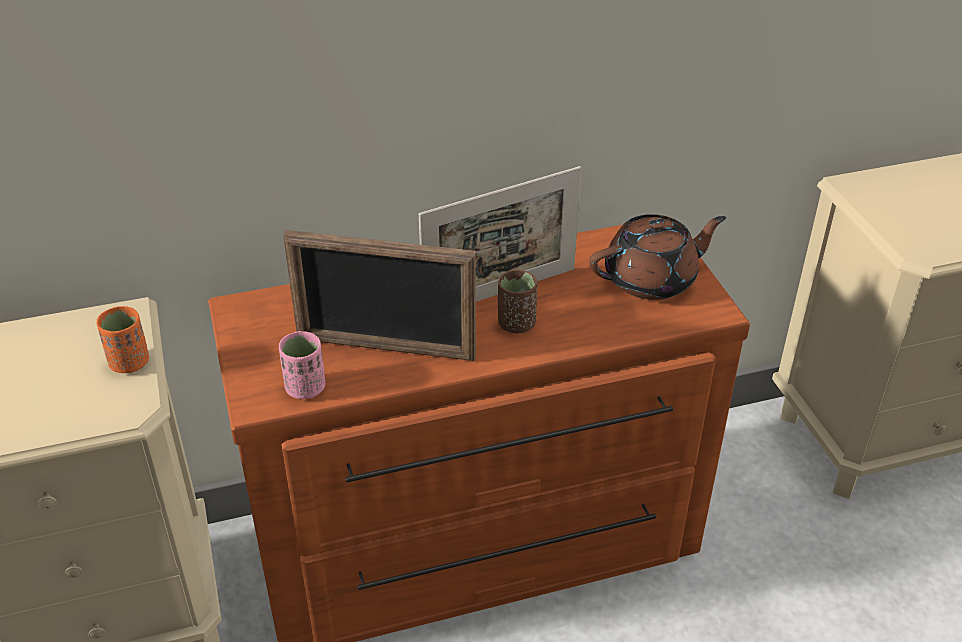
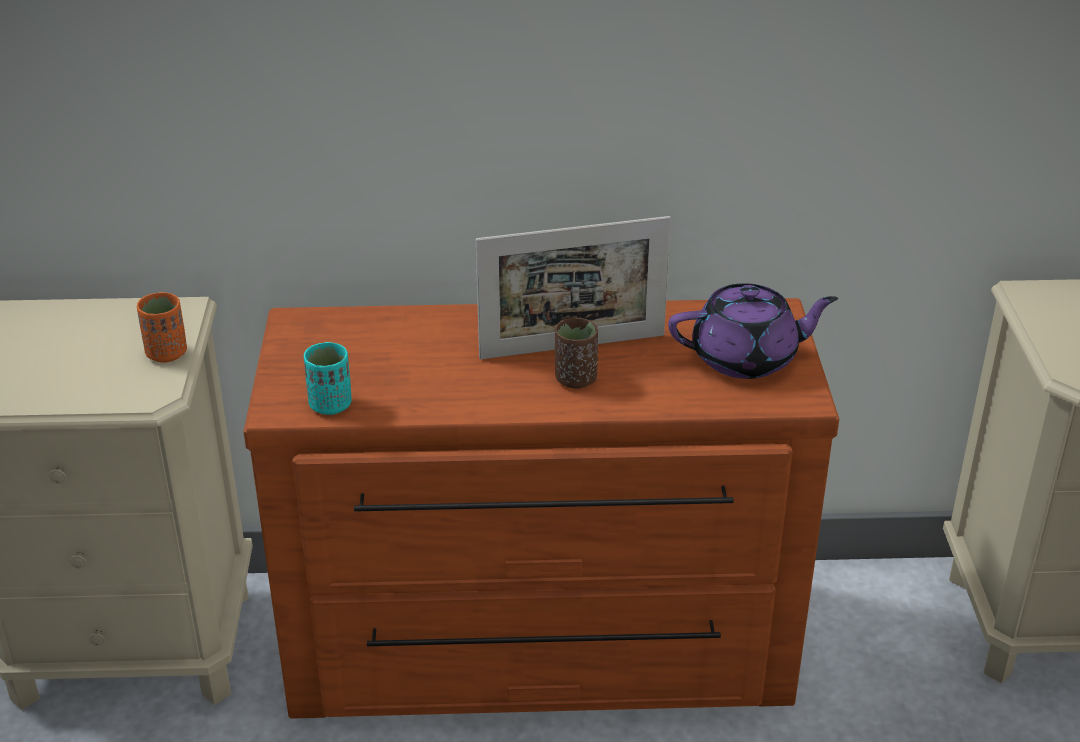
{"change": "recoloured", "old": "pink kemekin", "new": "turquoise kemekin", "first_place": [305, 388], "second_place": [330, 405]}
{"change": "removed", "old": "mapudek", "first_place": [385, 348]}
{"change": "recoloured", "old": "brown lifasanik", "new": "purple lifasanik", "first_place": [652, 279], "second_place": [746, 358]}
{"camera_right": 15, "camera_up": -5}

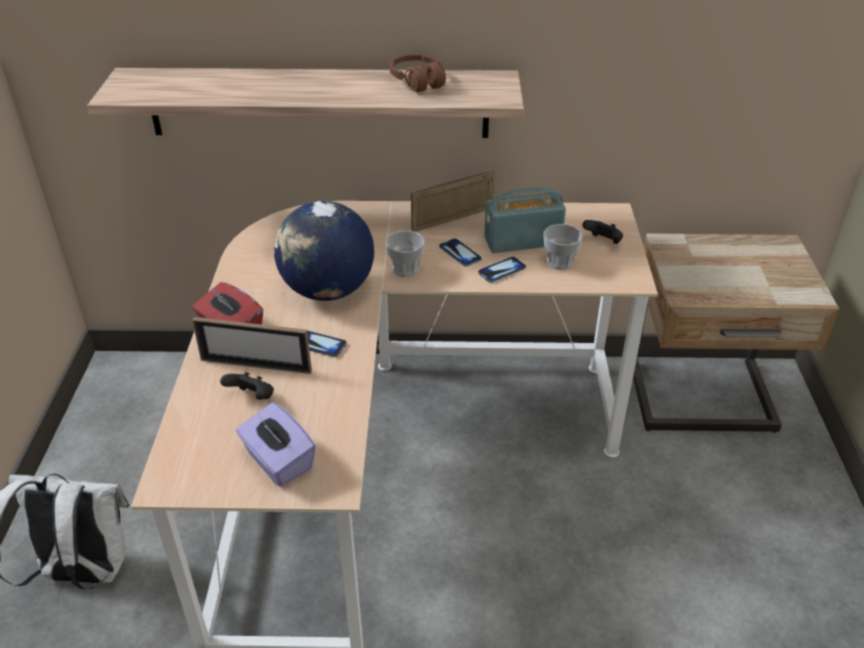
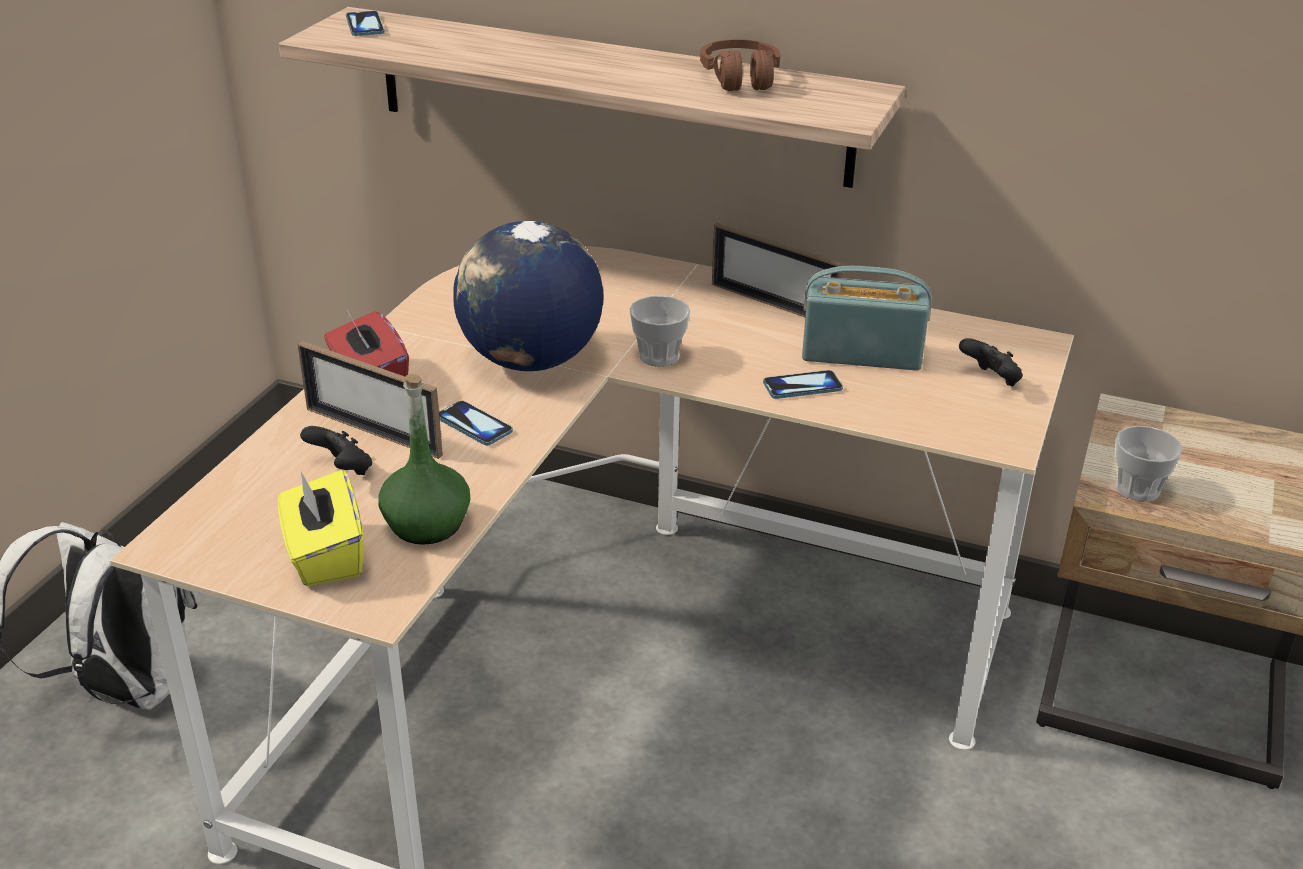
{"change": "recoloured", "old": "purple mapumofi", "new": "yellow mapumofi", "first_place": [278, 461], "second_place": [325, 555]}
{"change": "turned", "old": "mapudek", "first_place": [452, 219], "second_place": [773, 304], "degrees": -135}
{"change": "moved", "old": "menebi", "first_place": [460, 253], "second_place": [365, 25]}
{"change": "moved", "old": "kemekin", "first_place": [559, 262], "second_place": [1137, 489]}
{"change": "added", "new": "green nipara", "second_place": [427, 524]}
{"camera_right": 20, "camera_up": -5}

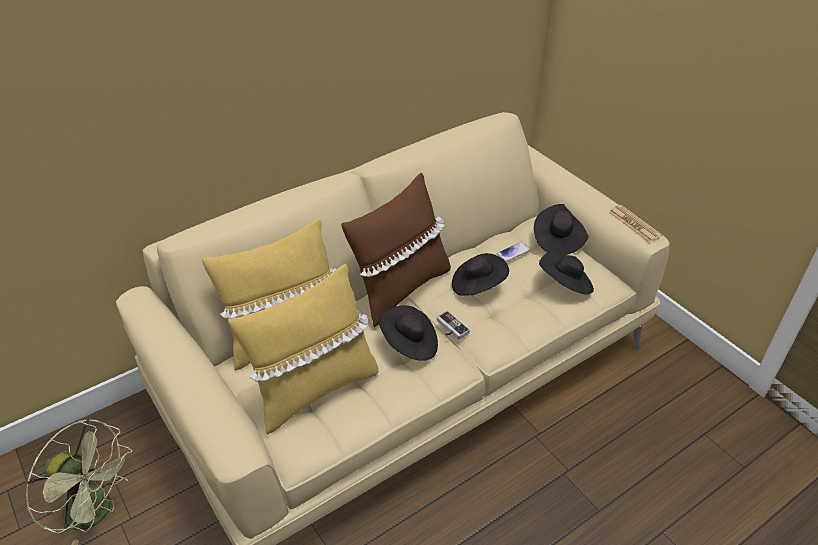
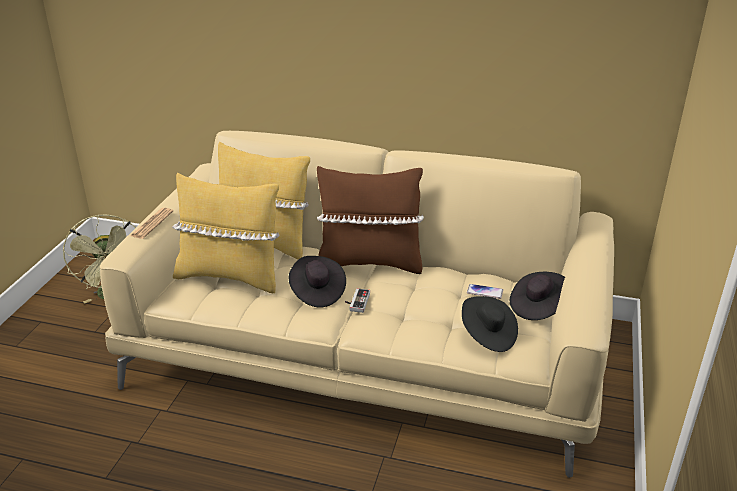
{"change": "removed", "old": "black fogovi", "first_place": [477, 285]}
{"change": "moved", "old": "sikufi", "first_place": [634, 224], "second_place": [152, 224]}
{"camera_right": 50, "camera_up": -10}

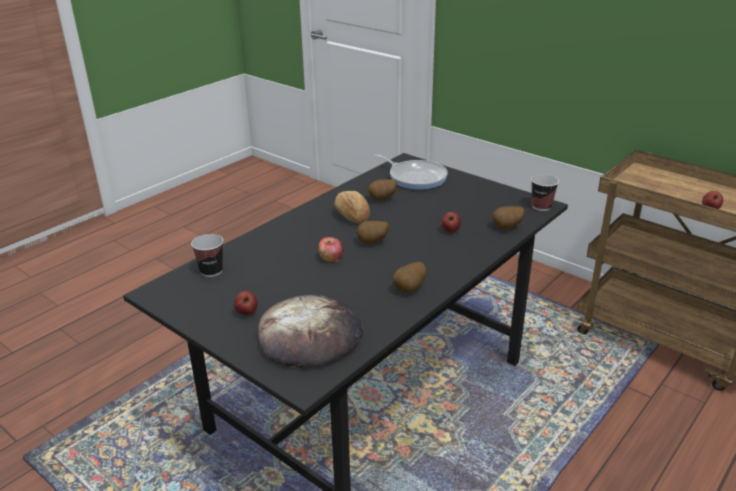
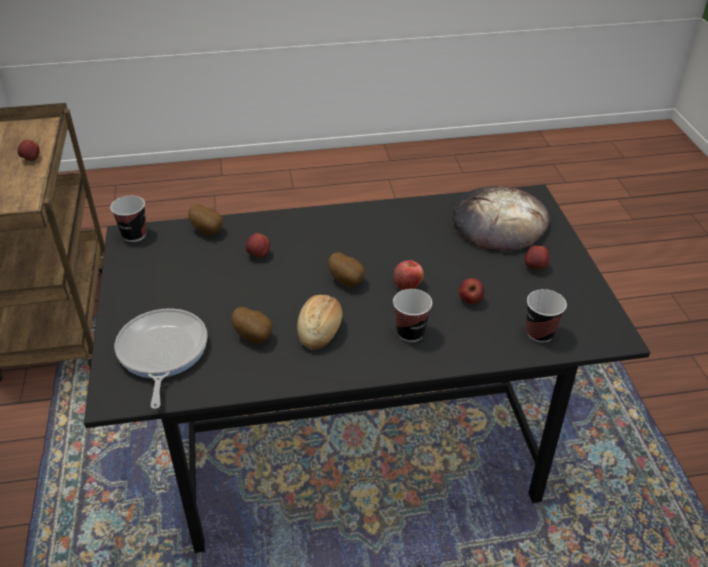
{"change": "removed", "old": "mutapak", "first_place": [410, 289]}
{"change": "added", "new": "kemekin", "second_place": [410, 333]}
{"change": "added", "new": "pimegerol", "second_place": [470, 300]}
{"camera_right": -140, "camera_up": 10}

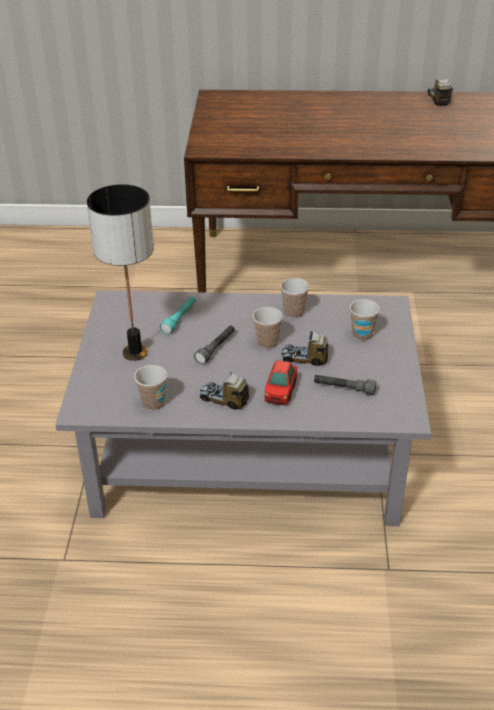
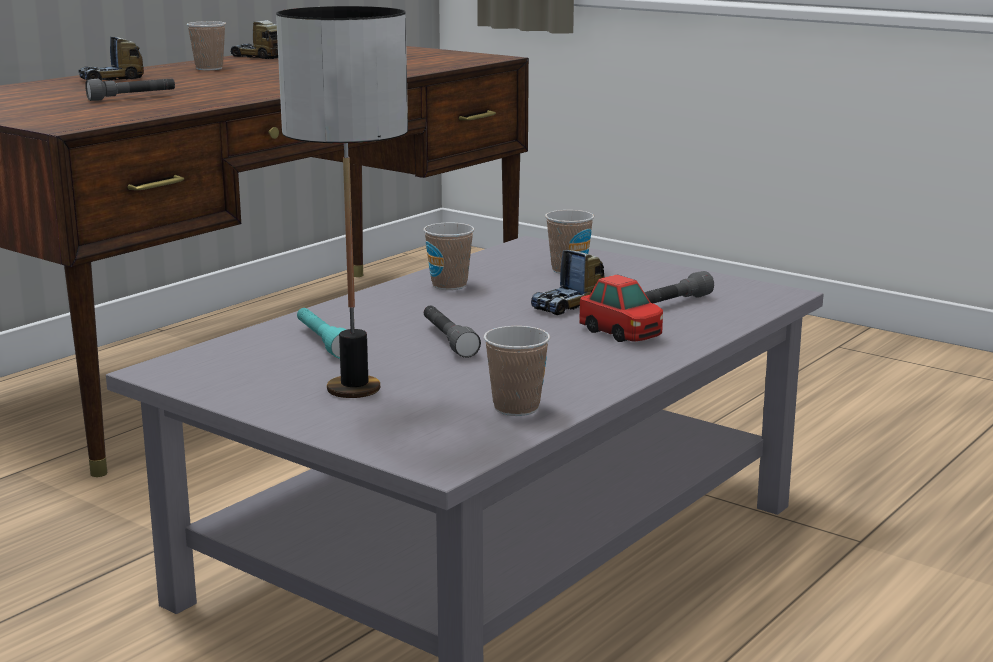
{"change": "moved", "old": "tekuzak", "first_place": [224, 400], "second_place": [112, 79]}
{"change": "moved", "old": "kemekin", "first_place": [267, 343], "second_place": [209, 68]}
{"change": "added", "new": "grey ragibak", "second_place": [132, 97]}
{"camera_right": -55, "camera_up": -20}

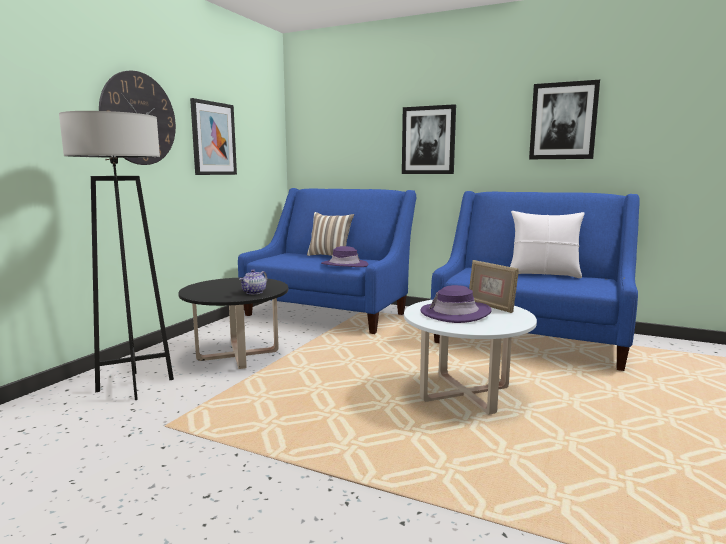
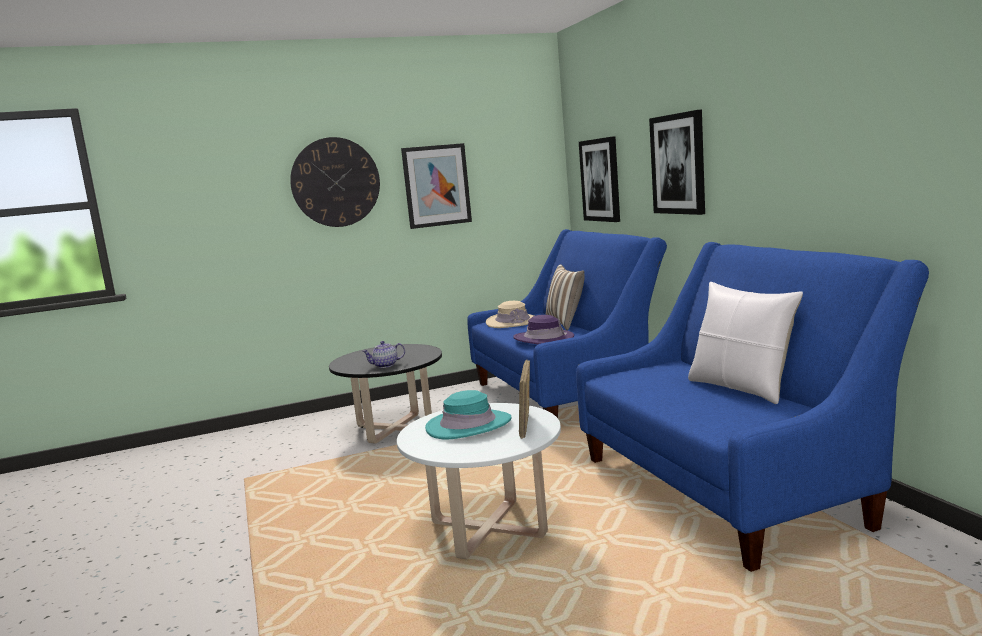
{"change": "removed", "old": "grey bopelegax", "first_place": [135, 385]}
{"change": "recoloured", "old": "purple fogovi", "new": "turquoise fogovi", "first_place": [455, 313], "second_place": [468, 425]}
{"change": "moved", "old": "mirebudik", "first_place": [563, 121], "second_place": [600, 180]}
{"change": "added", "new": "beige fogovi", "second_place": [512, 322]}
{"camera_right": 45, "camera_up": 0}

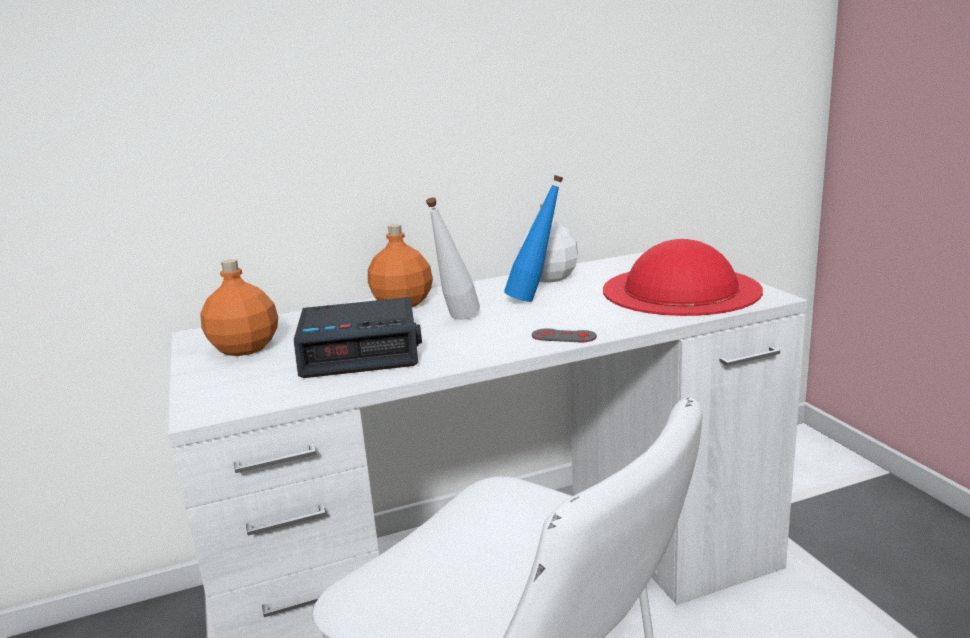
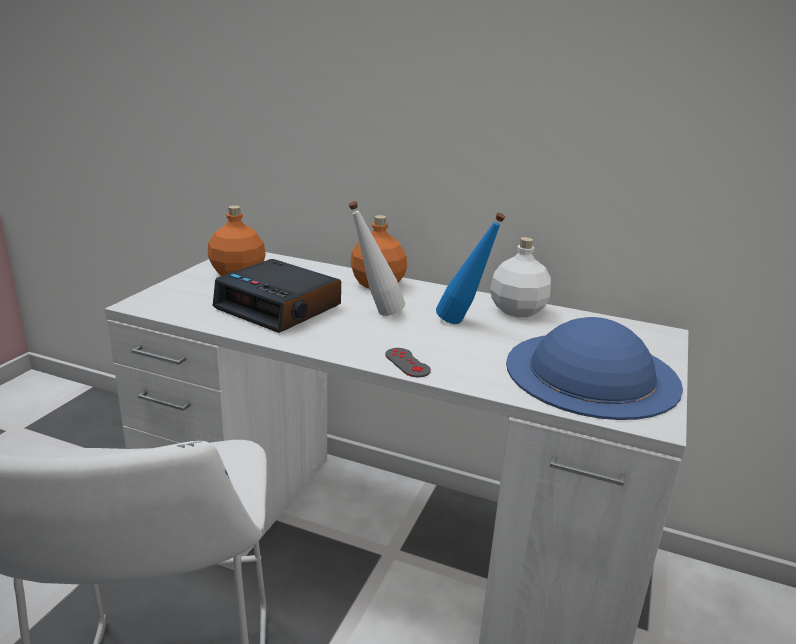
{"change": "recoloured", "old": "red fogovi", "new": "blue fogovi", "first_place": [680, 290], "second_place": [591, 373]}
{"camera_right": 40, "camera_up": 5}

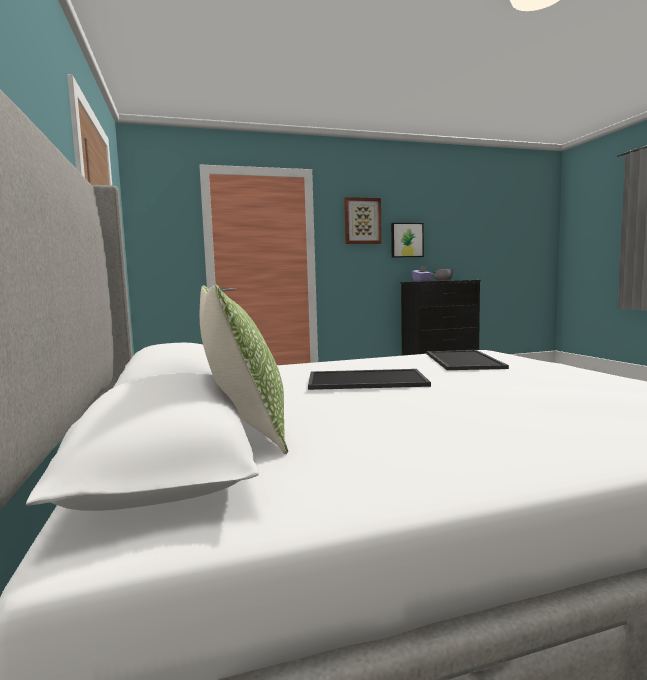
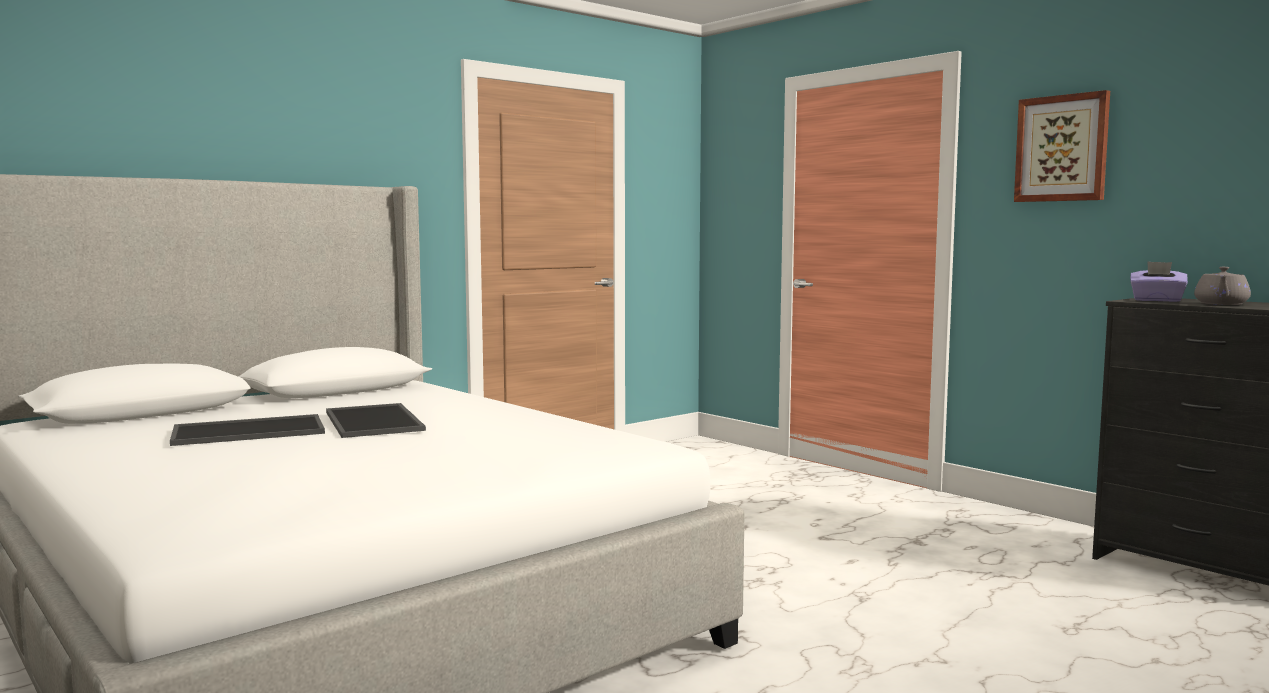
{"change": "removed", "old": "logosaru", "first_place": [245, 430]}
{"change": "removed", "old": "mirebudik", "first_place": [406, 240]}
{"change": "moved", "old": "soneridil", "first_place": [461, 360], "second_place": [250, 430]}
{"camera_right": 65, "camera_up": 0}

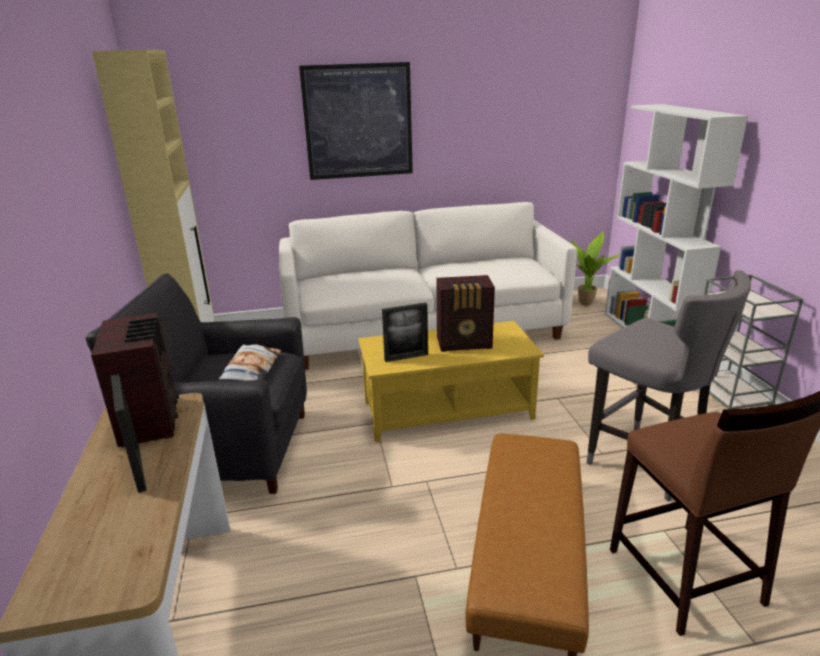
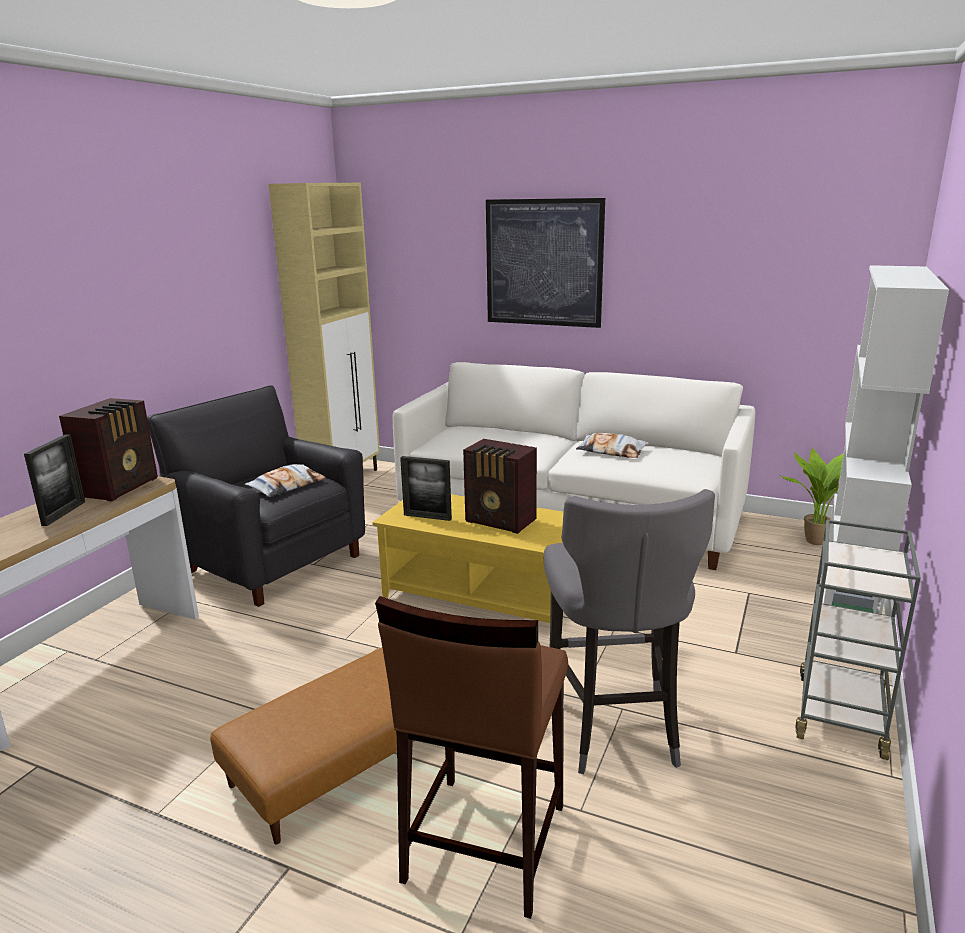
{"change": "added", "new": "logosaru", "second_place": [611, 451]}
{"camera_right": 35, "camera_up": -5}

